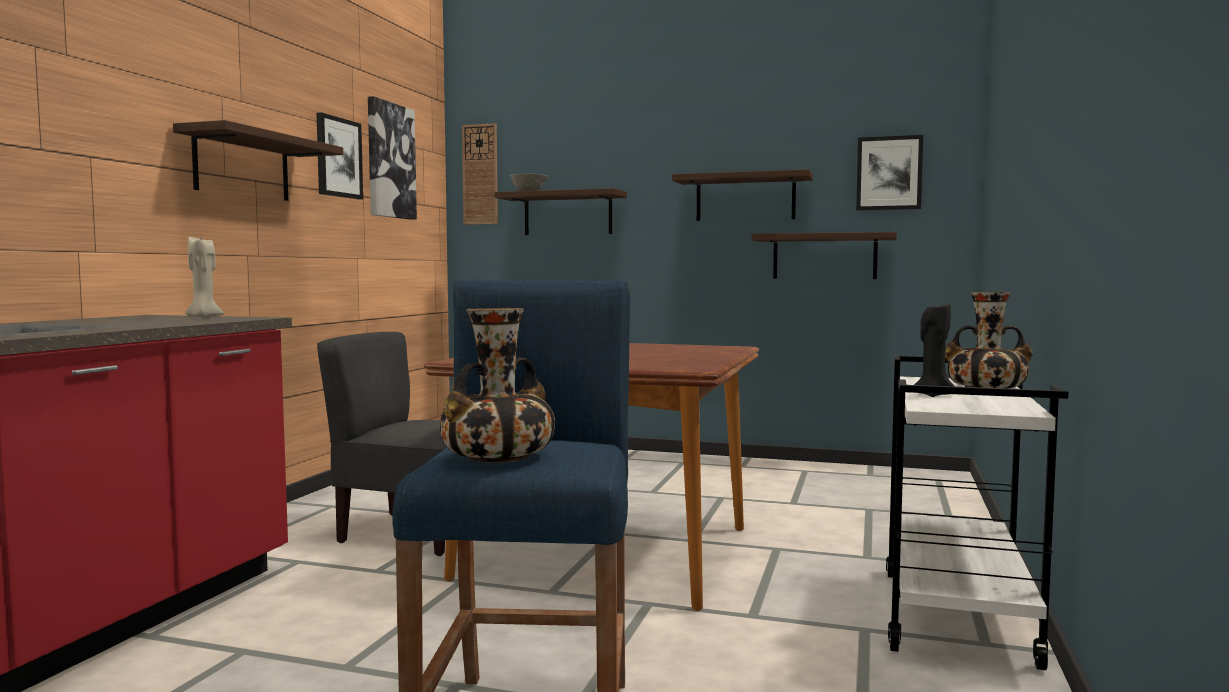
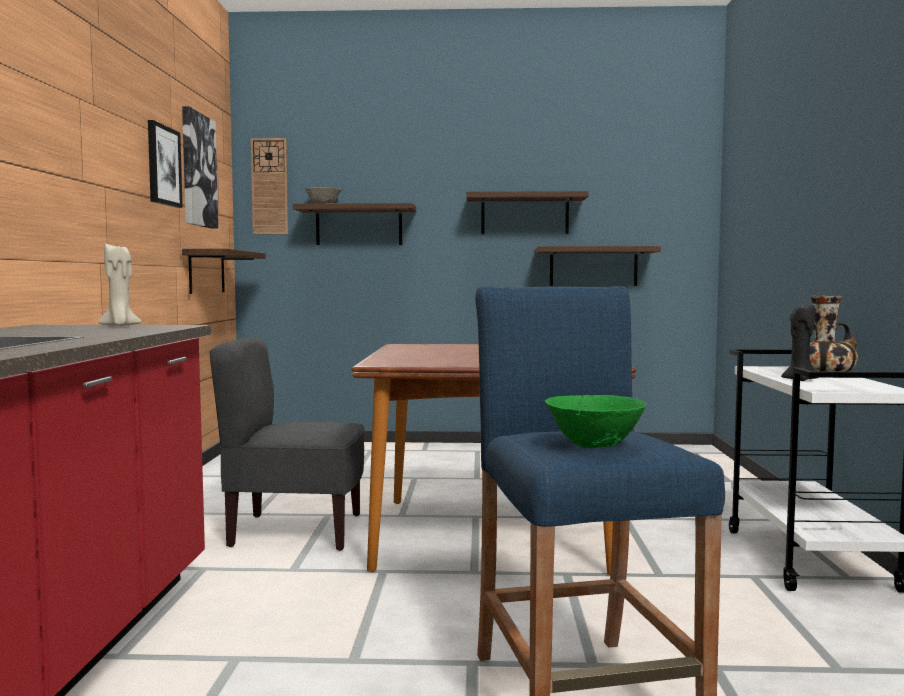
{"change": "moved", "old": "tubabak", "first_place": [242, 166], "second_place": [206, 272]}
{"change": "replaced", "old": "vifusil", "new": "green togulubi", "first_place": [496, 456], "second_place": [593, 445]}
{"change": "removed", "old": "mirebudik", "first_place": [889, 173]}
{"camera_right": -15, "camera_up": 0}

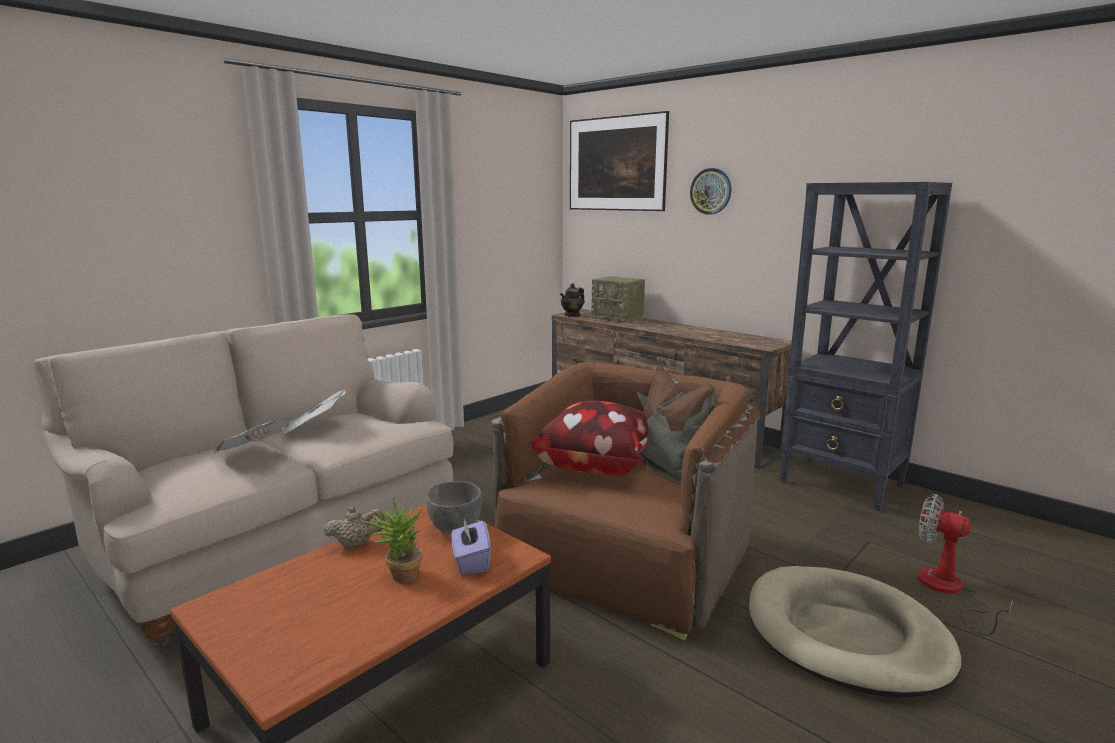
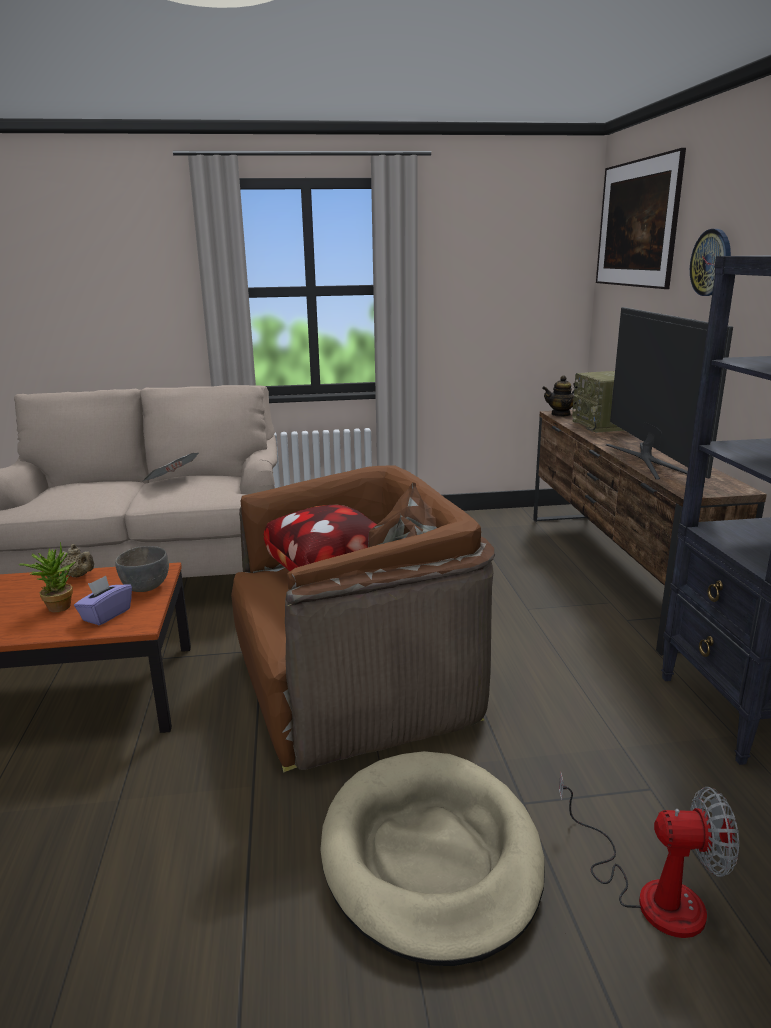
{"change": "removed", "old": "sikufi", "first_place": [255, 454]}
{"change": "turned", "old": "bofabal", "first_place": [948, 591], "second_place": [650, 892], "degrees": 105}
{"change": "added", "new": "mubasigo", "second_place": [649, 460]}
{"camera_right": 40, "camera_up": 5}

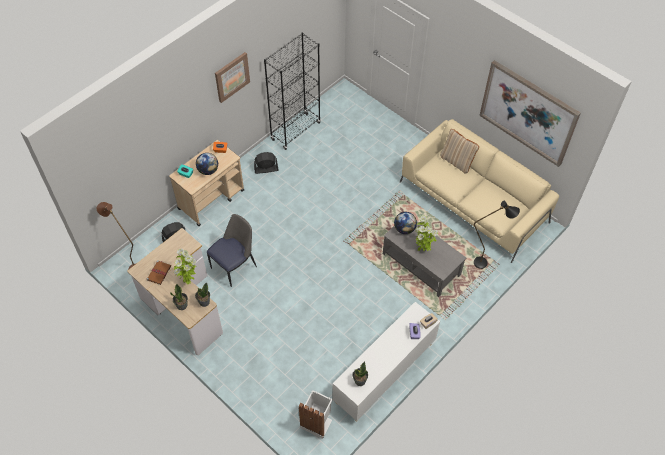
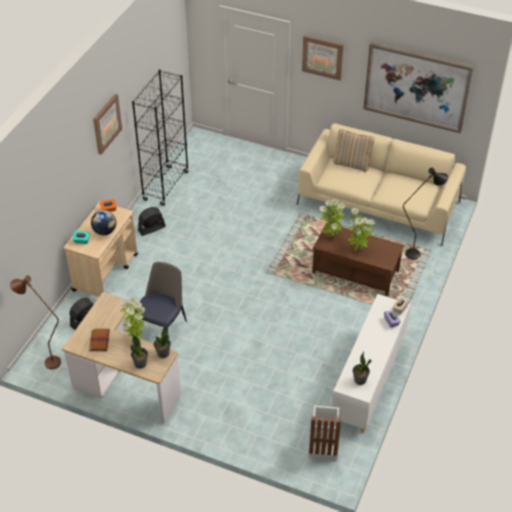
{"change": "recoloured", "old": "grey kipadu", "new": "brown kipadu", "first_place": [422, 264], "second_place": [356, 271]}
{"change": "replaced", "old": "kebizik", "new": "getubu", "first_place": [404, 229], "second_place": [330, 236]}
{"change": "added", "new": "mirebudik", "second_place": [322, 57]}
{"camera_right": -20, "camera_up": -10}

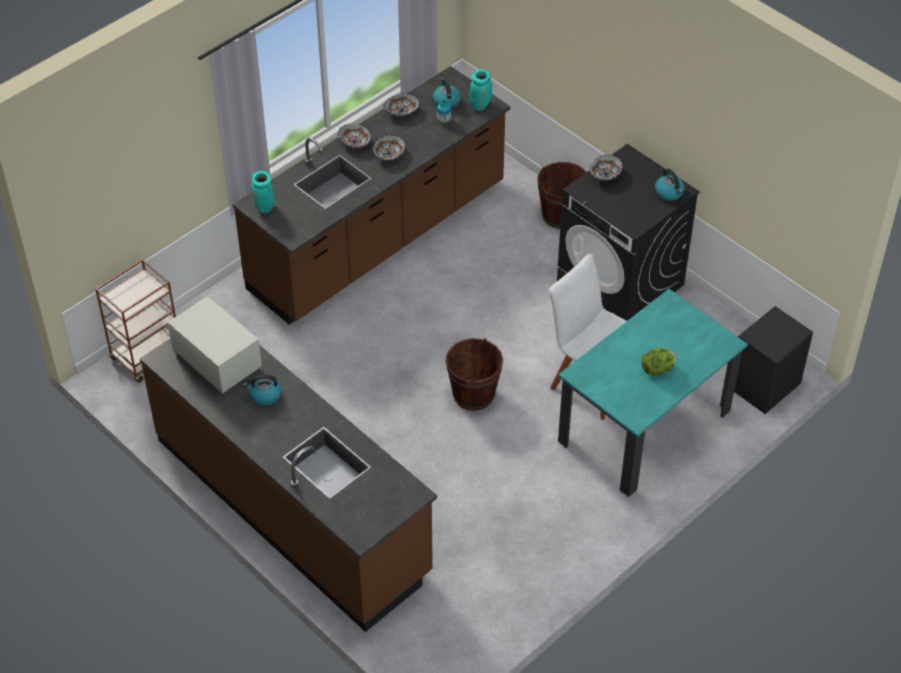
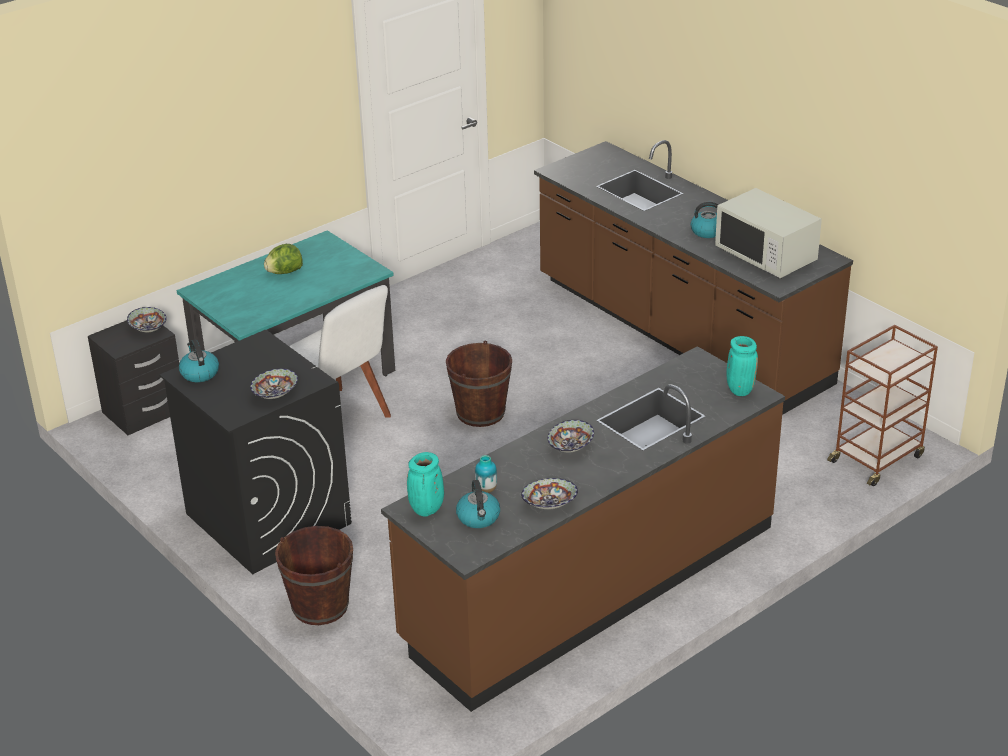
{"change": "moved", "old": "togulubi", "first_place": [354, 143], "second_place": [149, 329]}
{"camera_right": -175, "camera_up": -15}

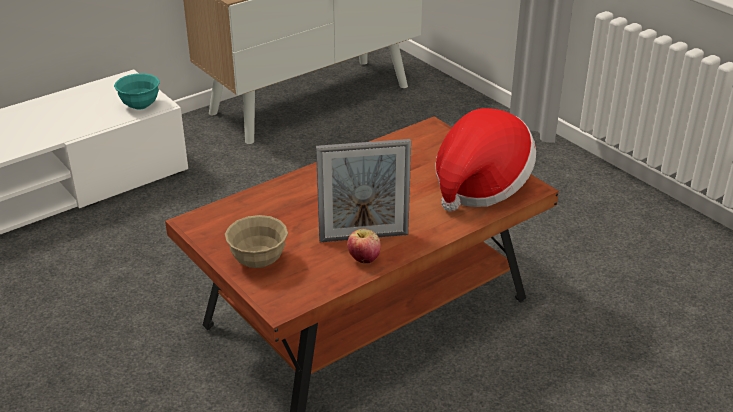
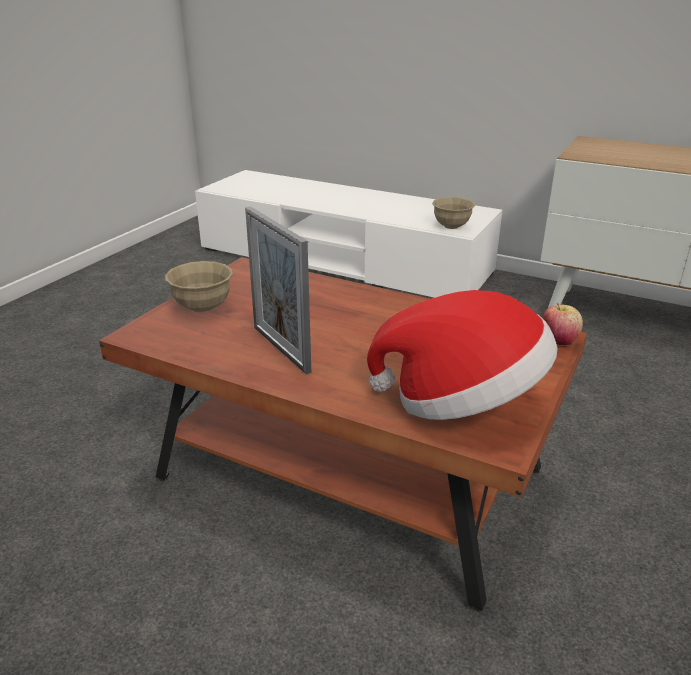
{"change": "recoloured", "old": "turquoise togulubi", "new": "beige togulubi", "first_place": [140, 105], "second_place": [451, 226]}
{"change": "moved", "old": "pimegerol", "first_place": [364, 259], "second_place": [559, 341]}
{"camera_right": 65, "camera_up": -5}

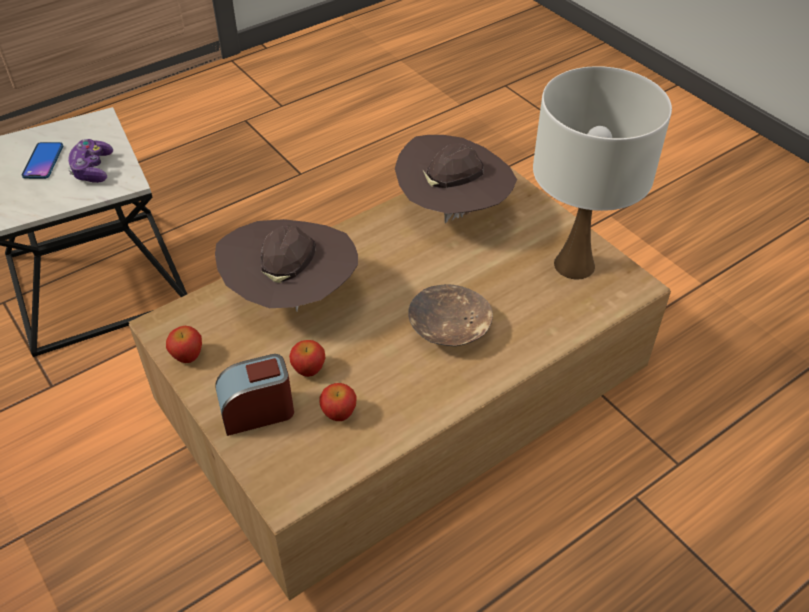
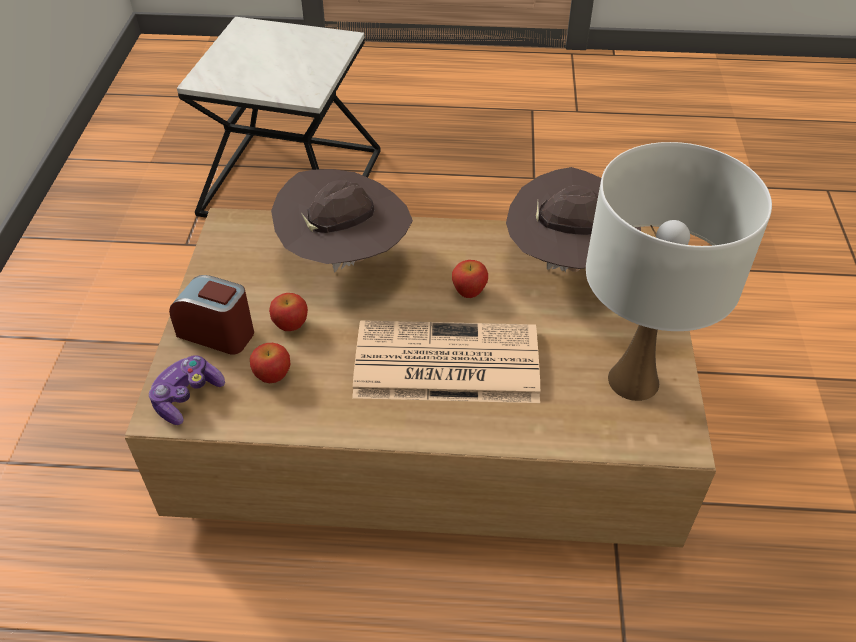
{"change": "removed", "old": "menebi", "first_place": [43, 161]}
{"change": "moved", "old": "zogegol", "first_place": [93, 169], "second_place": [187, 397]}
{"change": "moved", "old": "pimegerol", "first_place": [187, 355], "second_place": [469, 291]}
{"change": "replaced", "old": "brown togulubi", "new": "sikufi", "first_place": [449, 328], "second_place": [443, 364]}
{"camera_right": 40, "camera_up": 0}

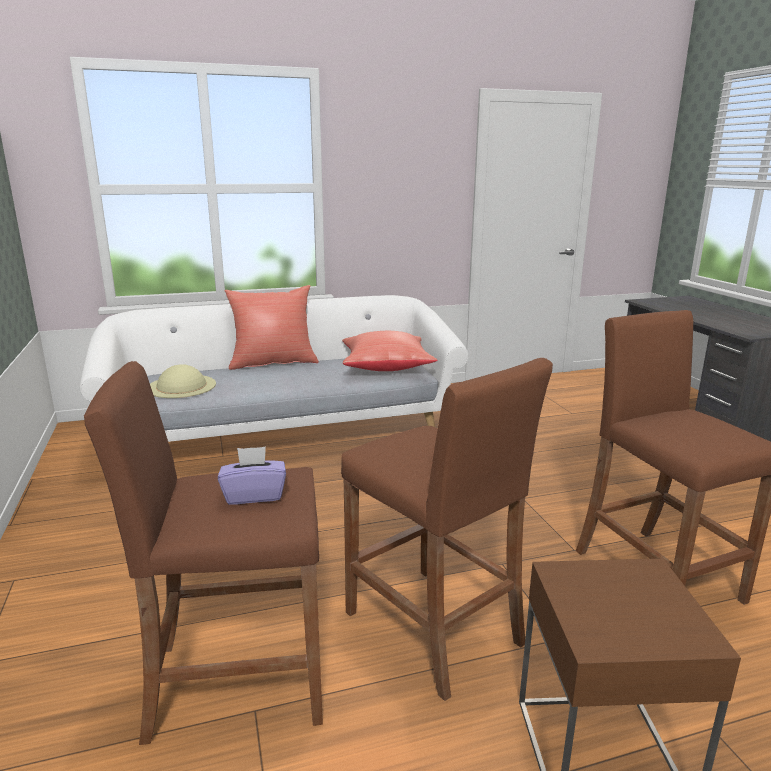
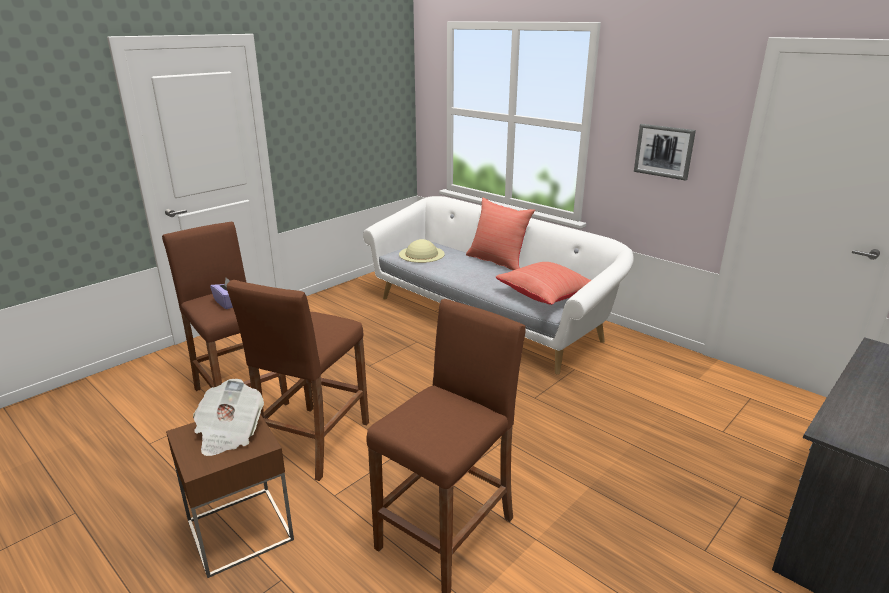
{"change": "added", "new": "sikufi", "second_place": [229, 433]}
{"change": "added", "new": "mirebudik", "second_place": [664, 151]}
{"camera_right": 60, "camera_up": 5}

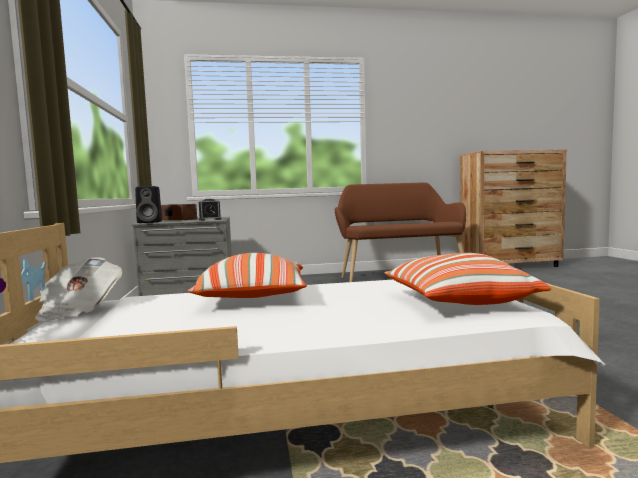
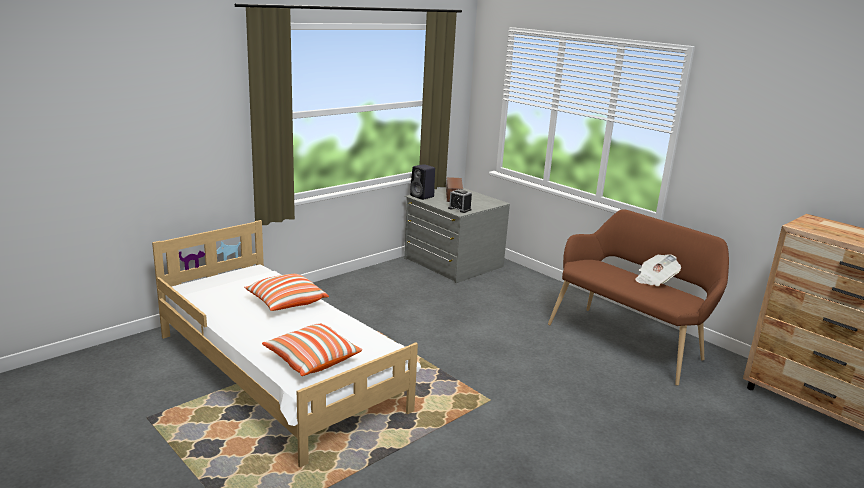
{"change": "moved", "old": "sikufi", "first_place": [78, 309], "second_place": [655, 280]}
{"camera_right": 55, "camera_up": 15}

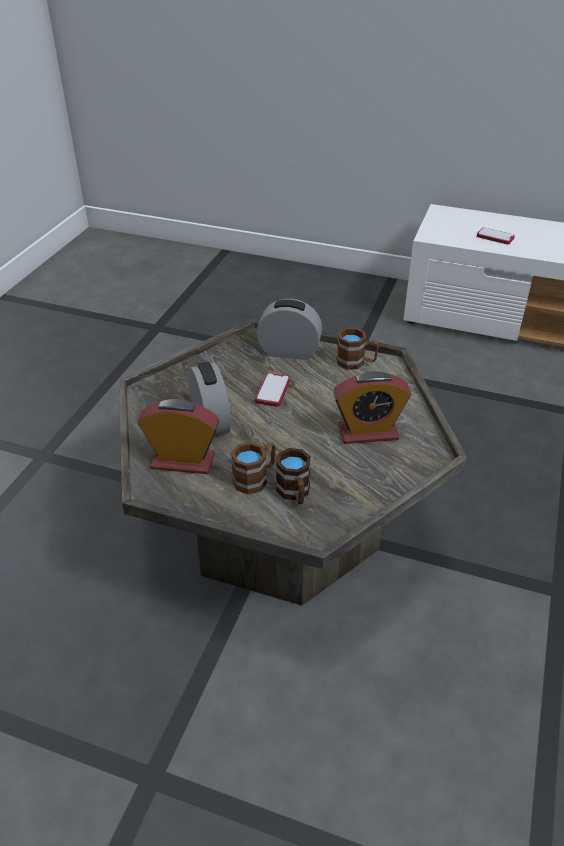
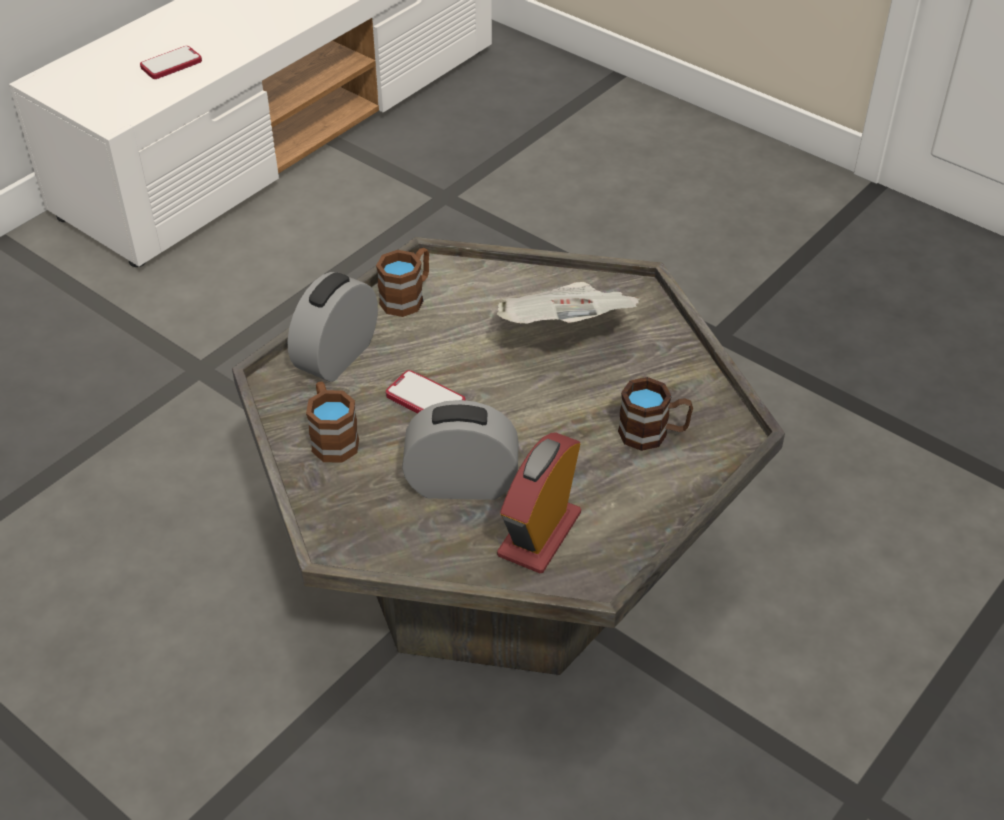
{"change": "moved", "old": "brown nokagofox", "first_place": [255, 478], "second_place": [332, 437]}
{"change": "replaced", "old": "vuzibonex", "new": "sikufi", "first_place": [368, 432], "second_place": [565, 332]}
{"camera_right": -70, "camera_up": 5}

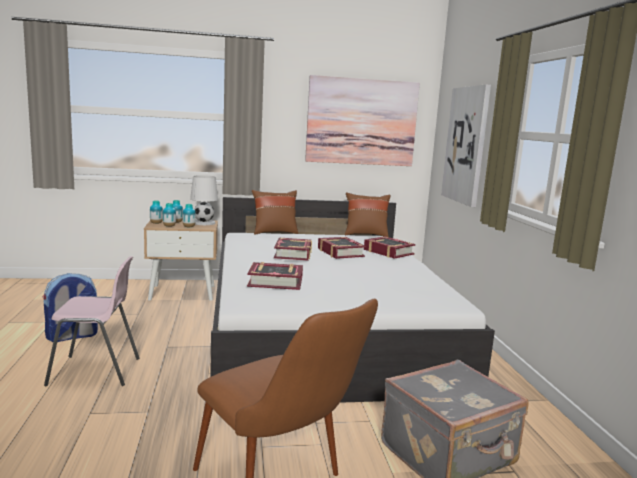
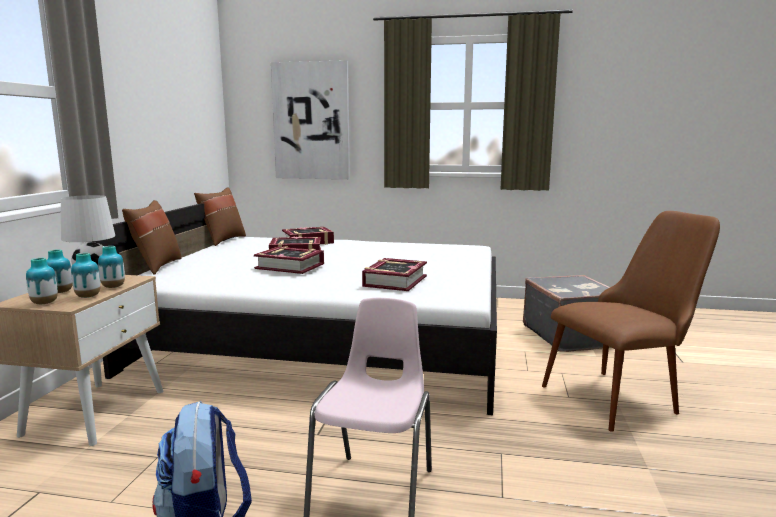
{"change": "removed", "old": "mirebudik", "first_place": [361, 122]}
{"camera_right": -70, "camera_up": 0}

